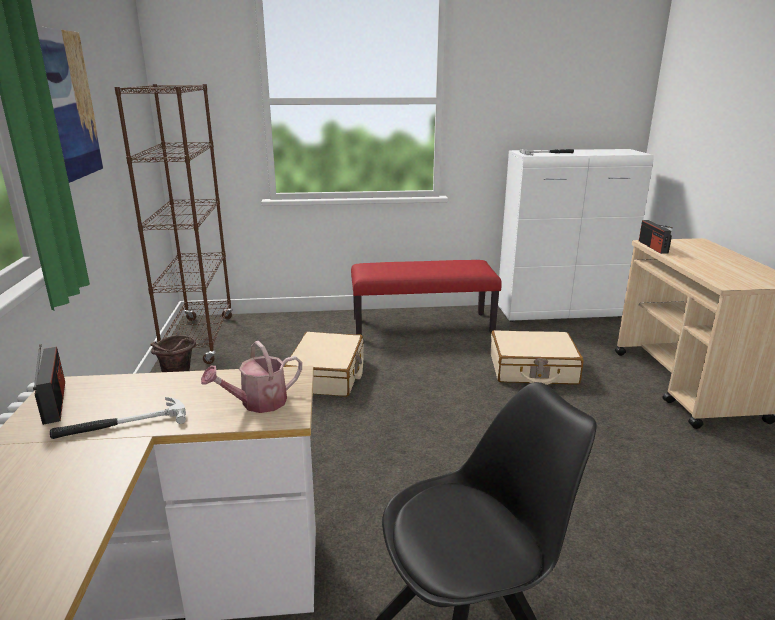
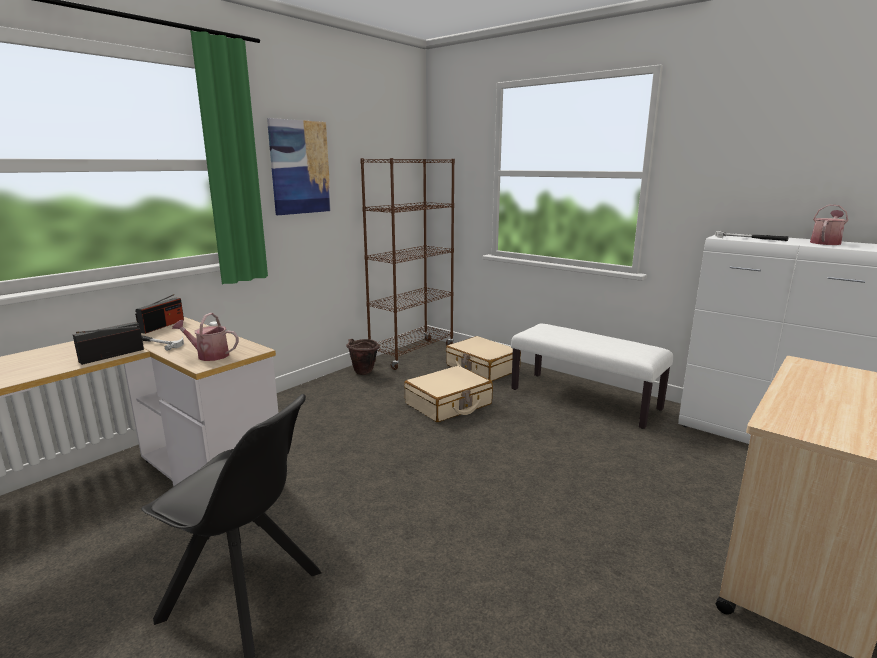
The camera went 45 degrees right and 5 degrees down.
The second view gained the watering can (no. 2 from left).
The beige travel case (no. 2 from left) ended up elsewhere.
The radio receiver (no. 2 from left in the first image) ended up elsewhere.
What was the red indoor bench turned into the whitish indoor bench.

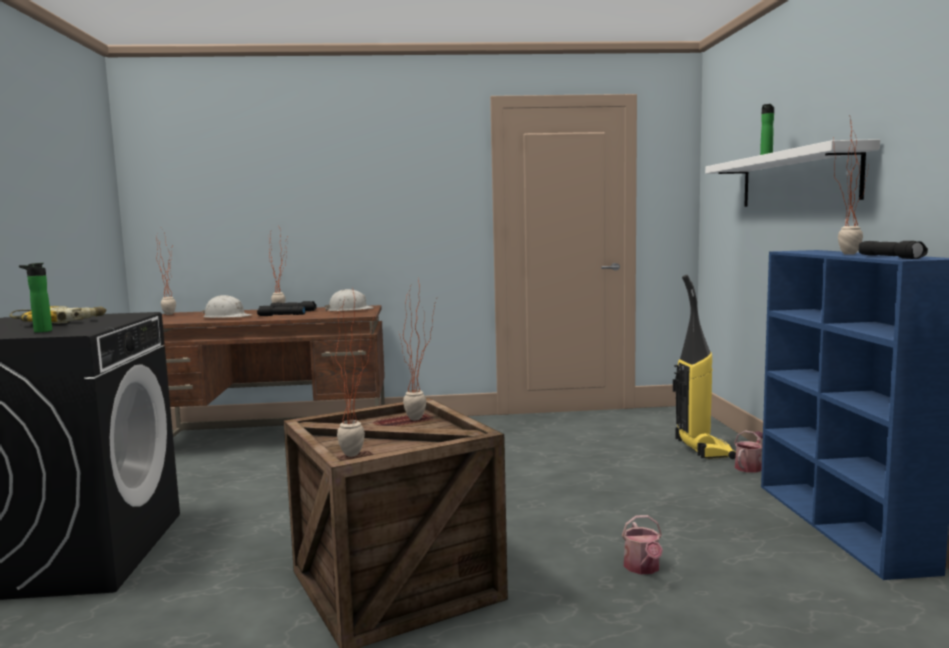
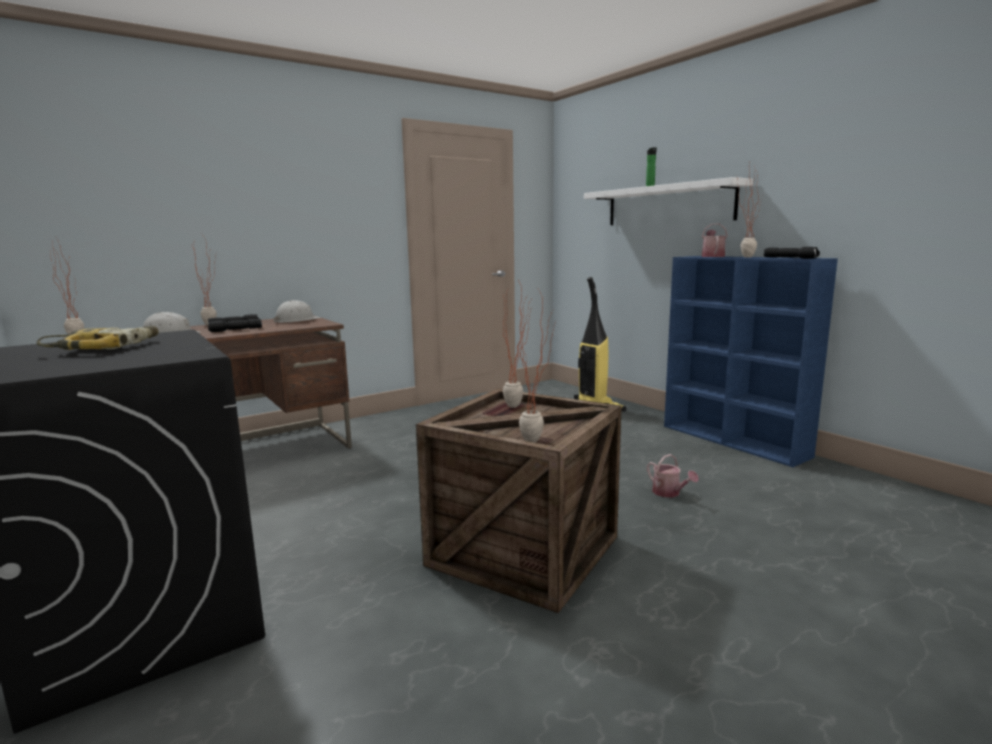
The camera went 30 degrees left and 5 degrees up.
The second view lost the drink bottle (no. 1 from left).
The watering can (no. 2 from left) ended up elsewhere.

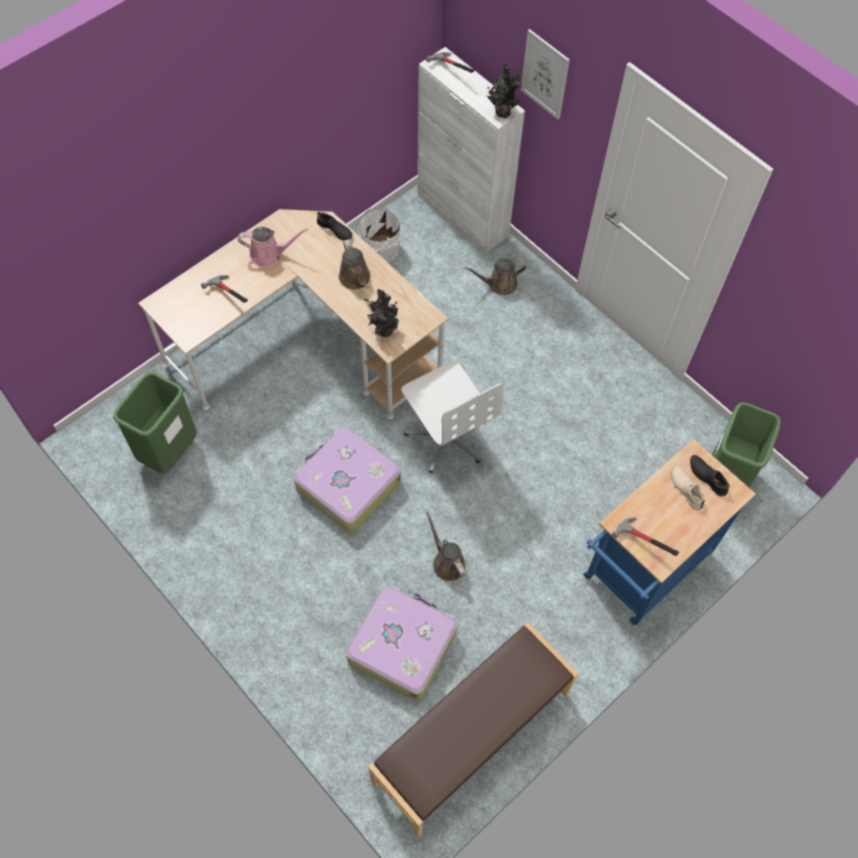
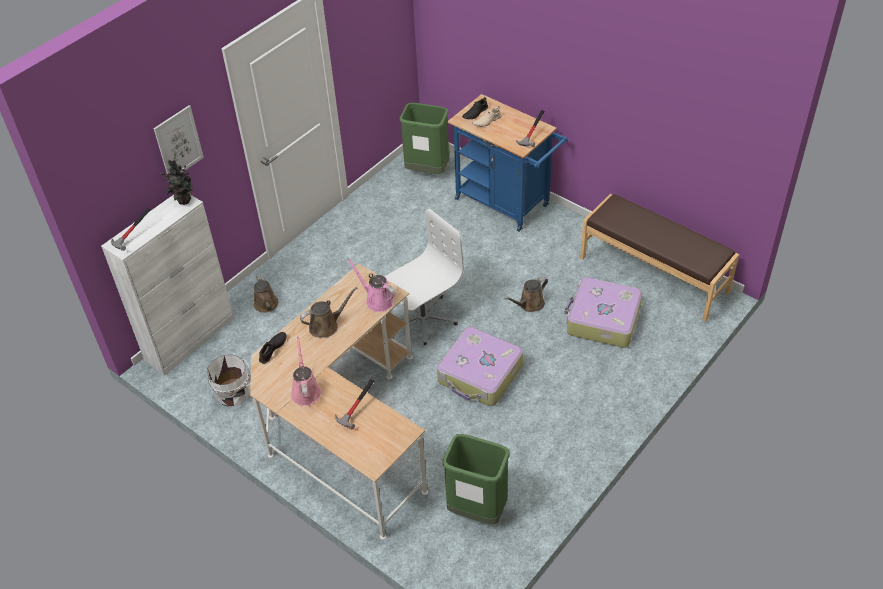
The camera went 95 degrees left and 15 degrees down.
Where the potted plant (no. 1 from left) stood, the pinkish watering can (no. 2 from left) came to stand.

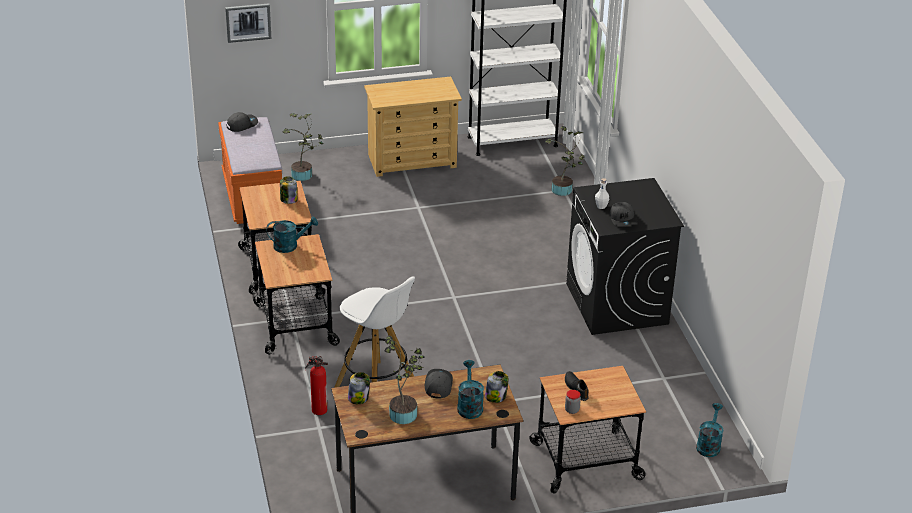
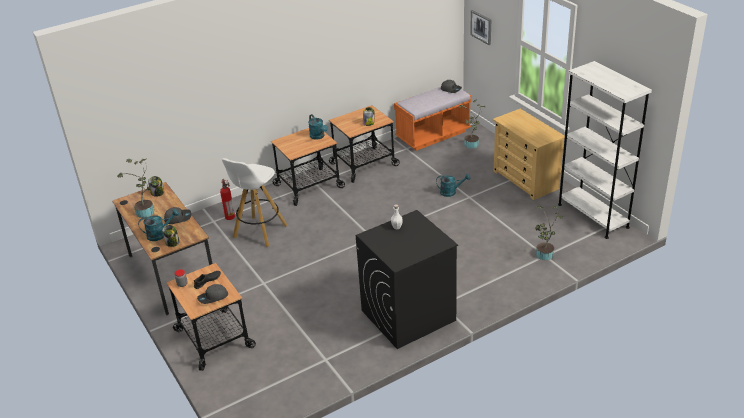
The camera went 75 degrees right and 0 degrees up.
The grey peaked cap (no. 3 from left in the first image) ended up elsewhere.
The turquoise-coloured watering can (no. 3 from left) ended up elsewhere.

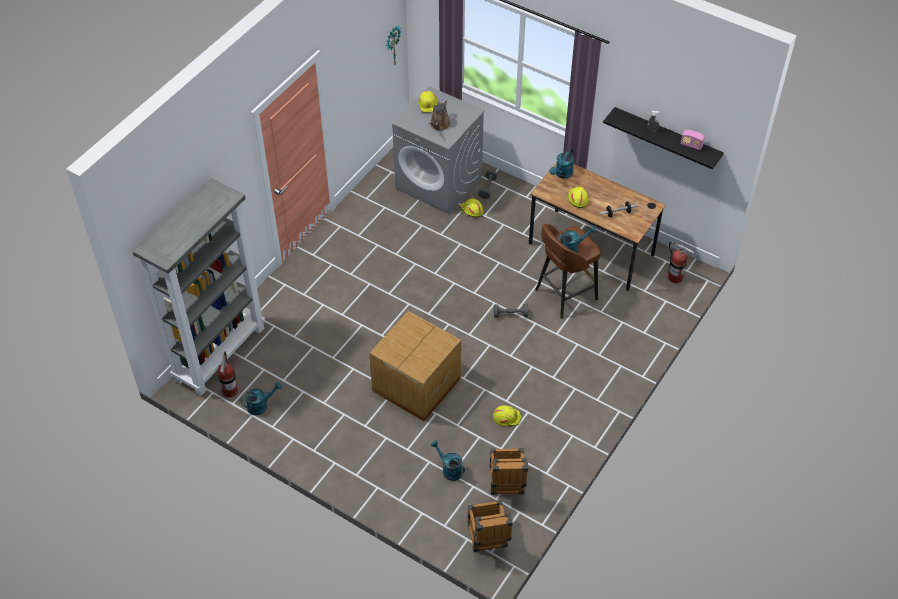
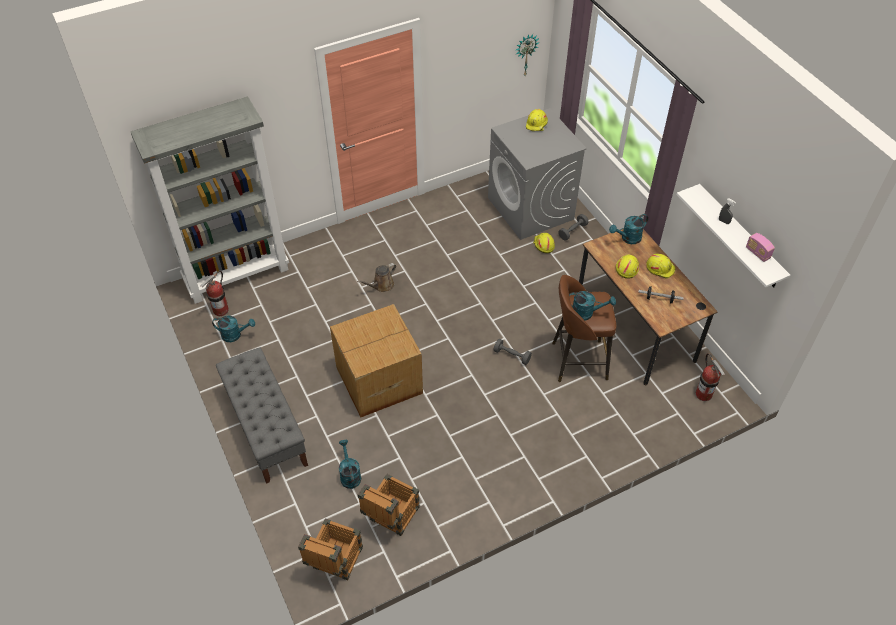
The camera went 30 degrees right and 0 degrees up.
The second view gained the grey indoor bench.
The brown-coloured watering can ended up elsewhere.
The yellow hard hat (no. 3 from left in the first image) ended up elsewhere.
What was the black wall shelf turned into the whitish wall shelf.

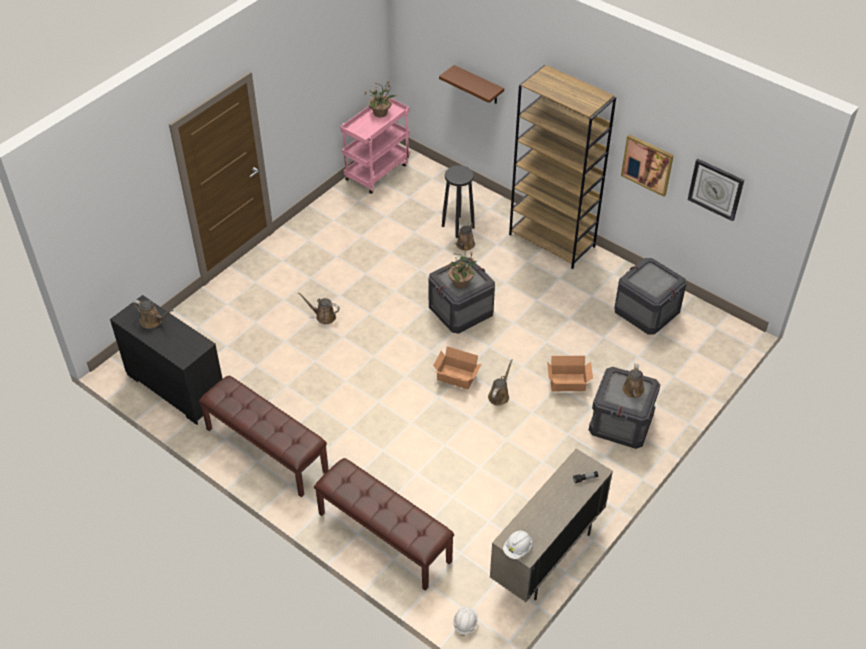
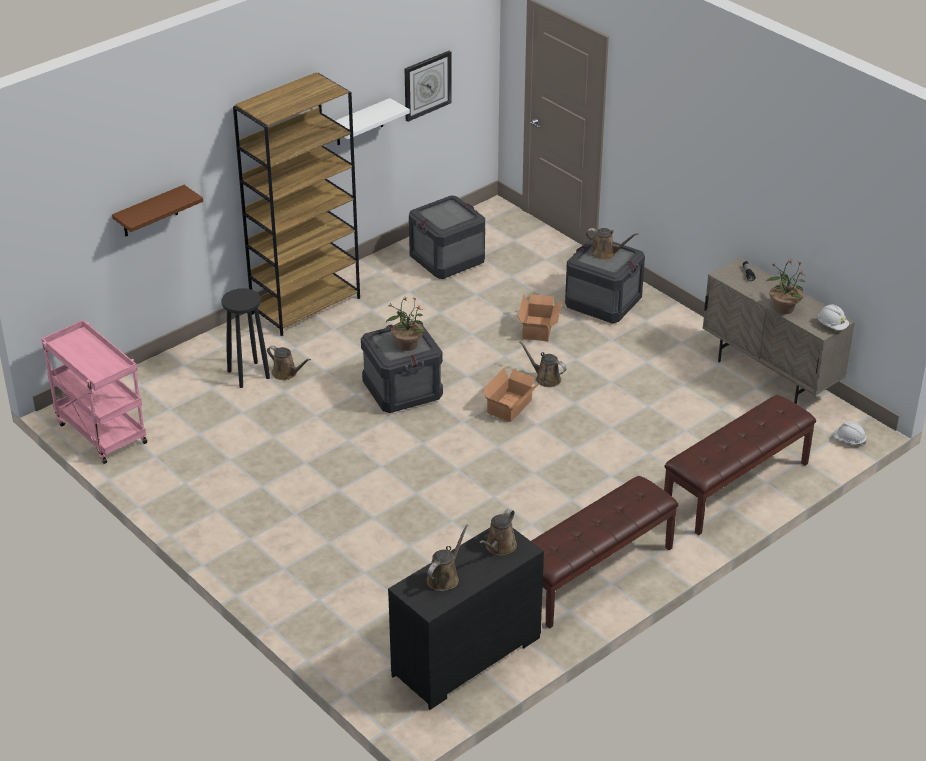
The camera went 80 degrees left and 10 degrees down.
The brown-coloured watering can (no. 2 from left in the first image) ended up elsewhere.
The potted plant (no. 1 from left in the first image) ended up elsewhere.
Where the picture hung, the whitish wall shelf came to hang.

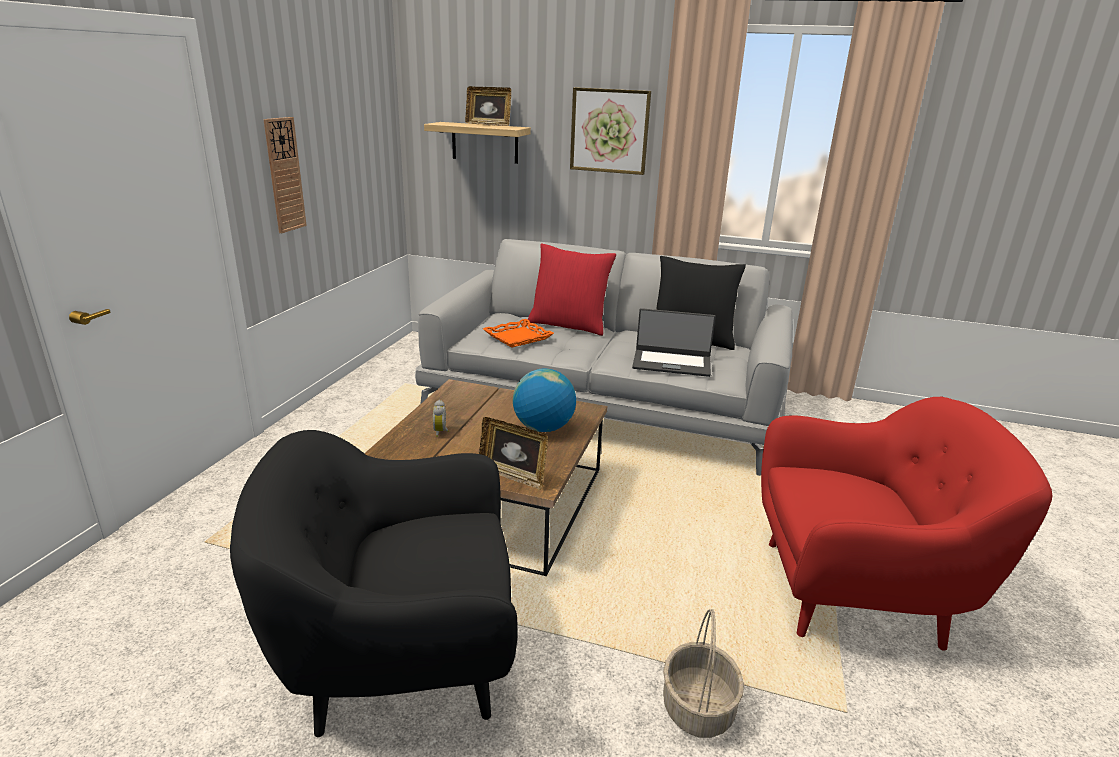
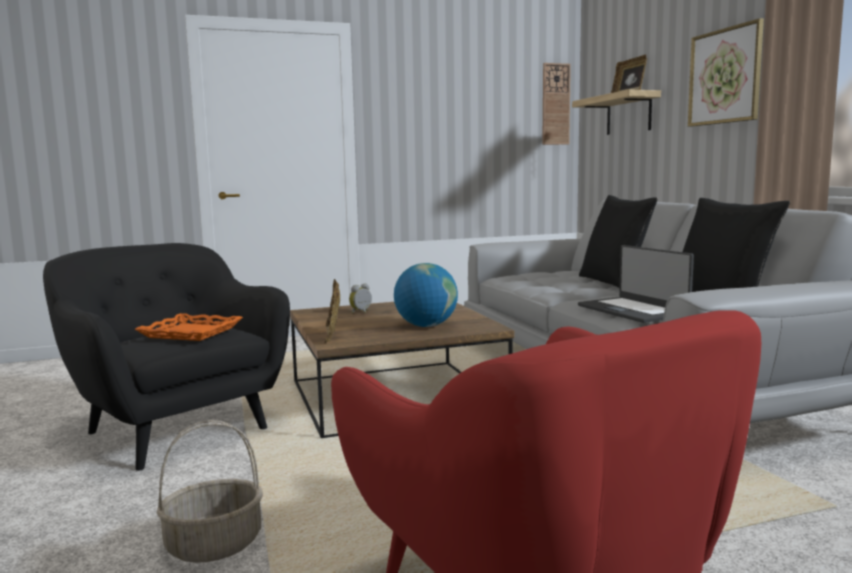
The camera went 55 degrees right and 15 degrees down.
The hanging clock ended up elsewhere.
The orangey tray ended up elsewhere.
What was the red throw pillow turned into the black throw pillow (no. 1 from left).

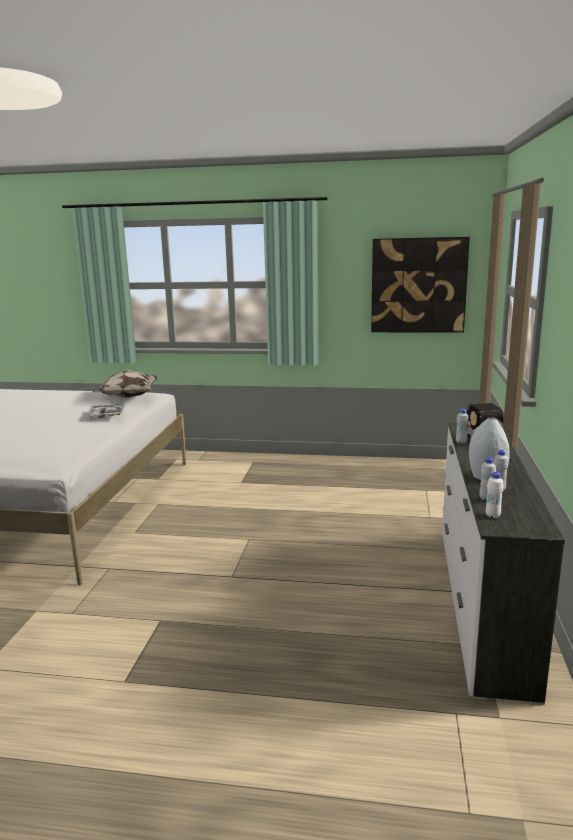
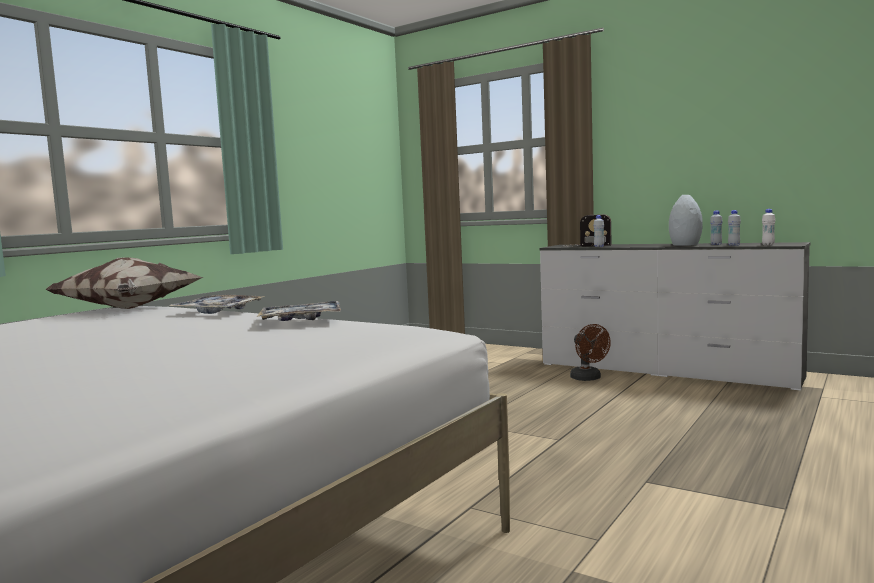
The camera went 65 degrees left and 10 degrees down.
The second view lost the picture.
The second view gained the tray (no. 2 from left).
The second view gained the brown-coloured cooling fan.

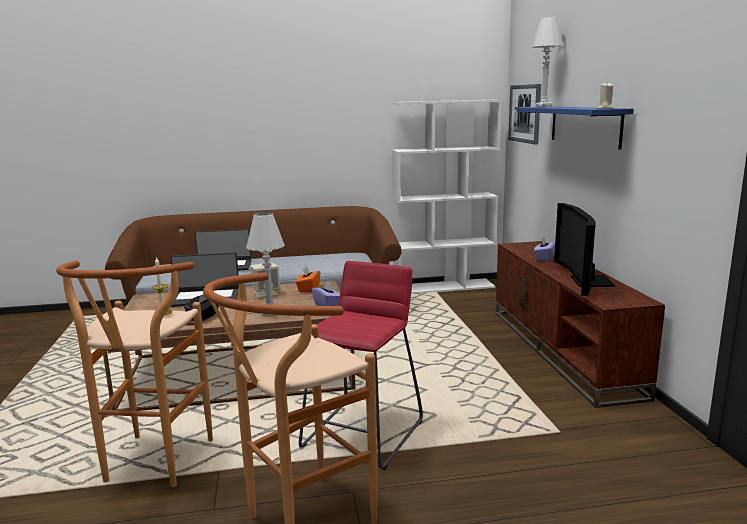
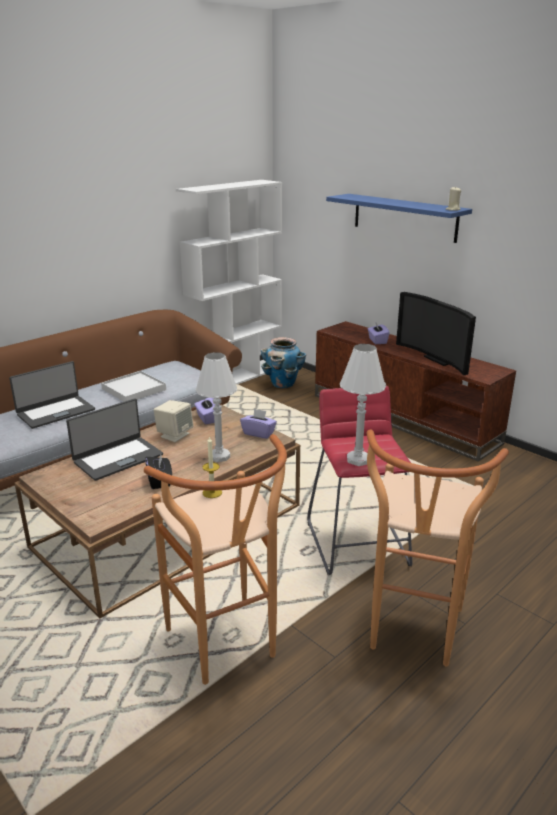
The camera went 35 degrees left and 10 degrees up.
The second view lost the picture.
The second view gained the whitish tray.
The second view gained the plant pot.
The whitish table lamp (no. 2 from left) ended up elsewhere.
What was the orangey tissue holder turned into the purplish tissue holder (no. 1 from left).

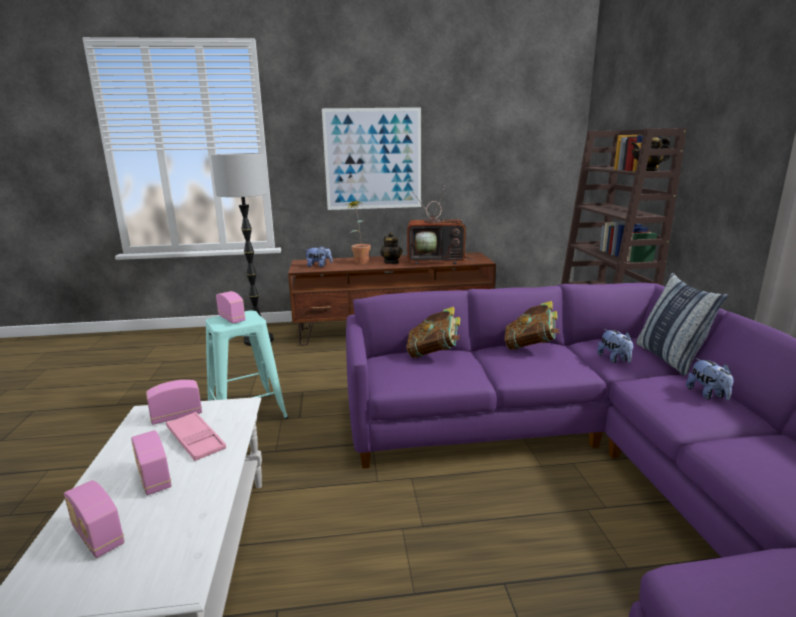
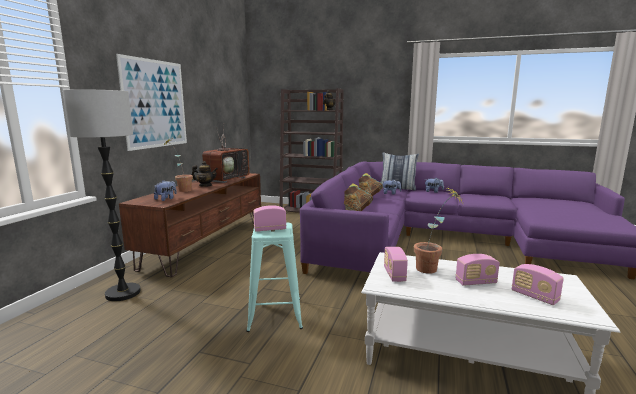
The camera went 65 degrees left and 5 degrees down.
Where the pinkish tray stood, the potted plant (no. 2 from left) came to stand.
The radio receiver (no. 1 from left in the first image) ended up facing another way, 75 degrees clockwise from before.

